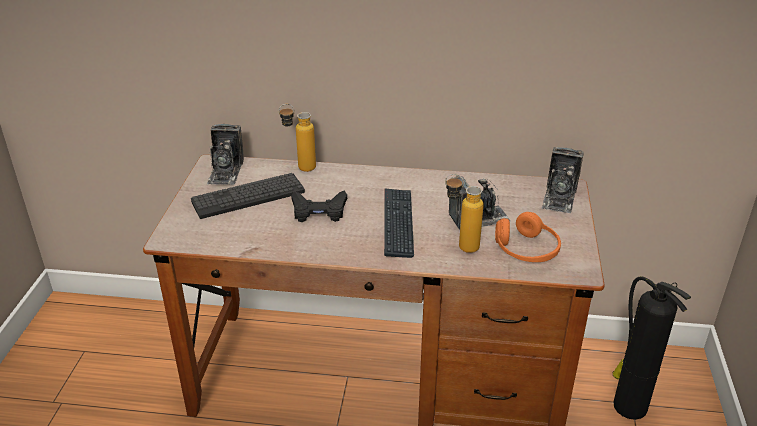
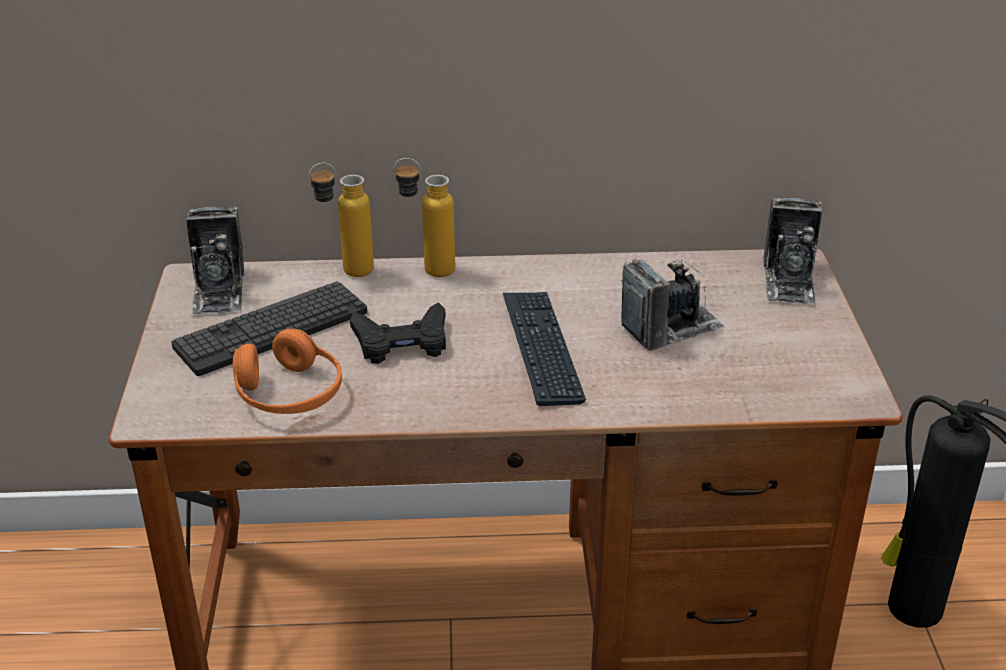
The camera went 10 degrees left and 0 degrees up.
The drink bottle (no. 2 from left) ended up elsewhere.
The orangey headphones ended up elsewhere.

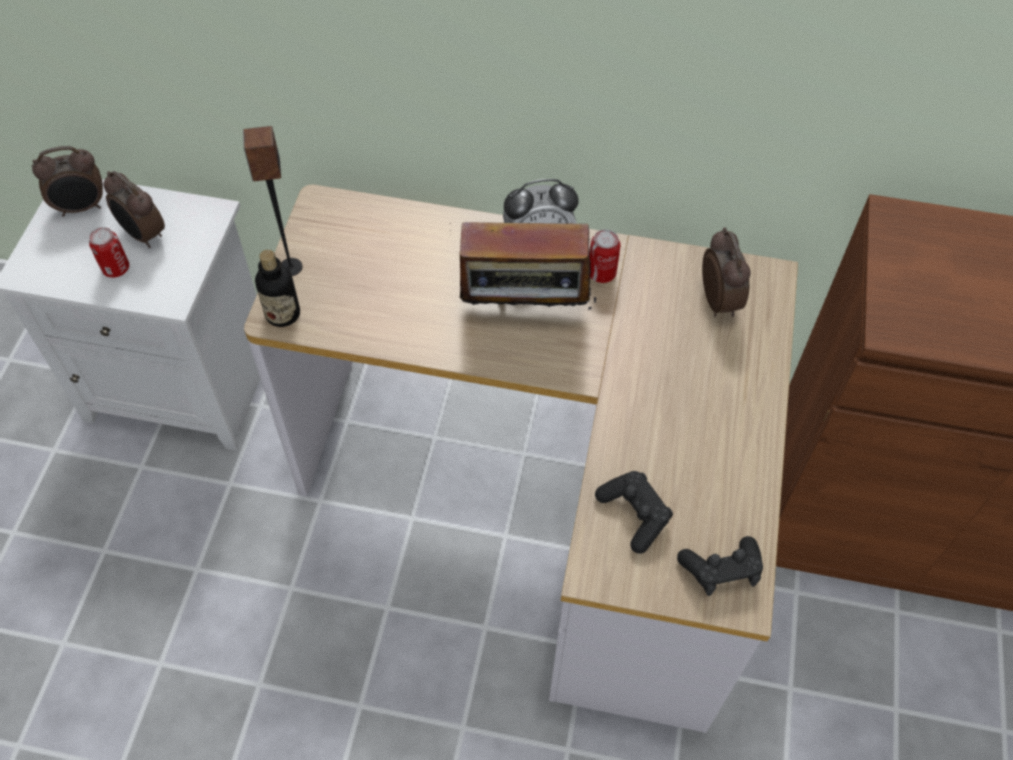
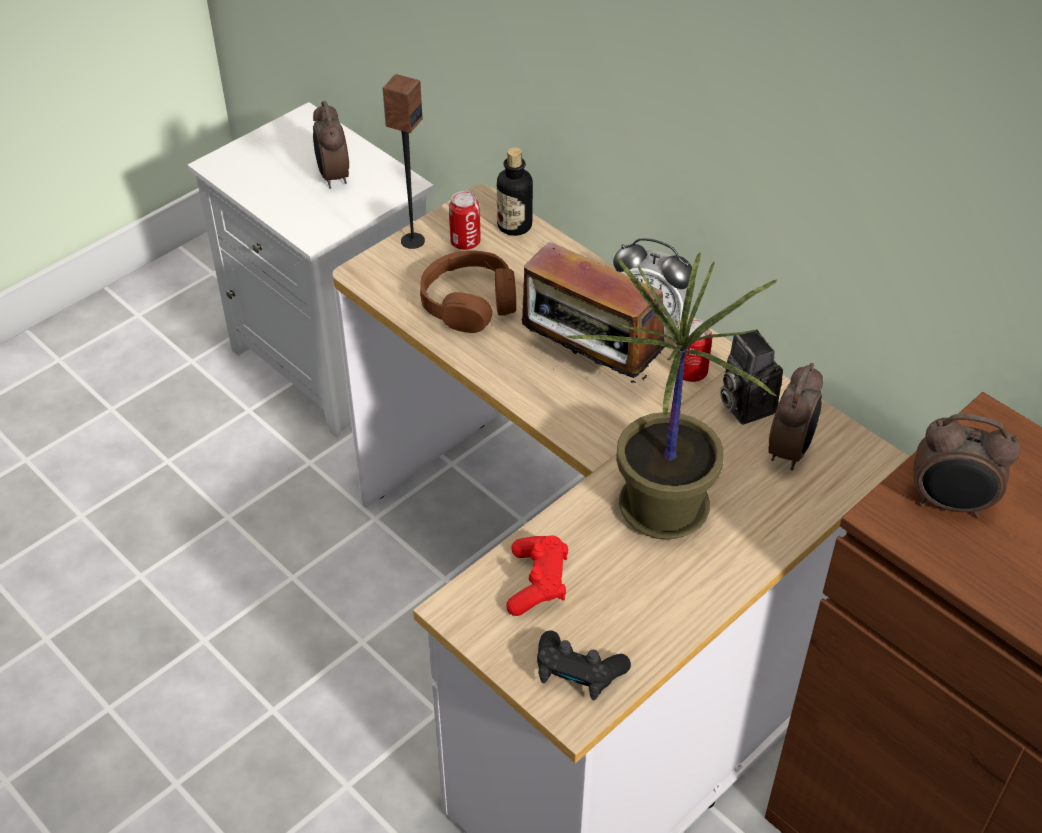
The camera went 35 degrees right and 10 degrees down.
The second view gained the brown-coloured headphones.
The second view gained the potted plant.
The second view gained the still camera.
The table clock (no. 1 from left in the first image) ended up elsewhere.
The sealed can (no. 1 from left) ended up elsewhere.
The drink bottle ended up elsewhere.
What was the black joypad (no. 1 from left) turned into the red joypad.

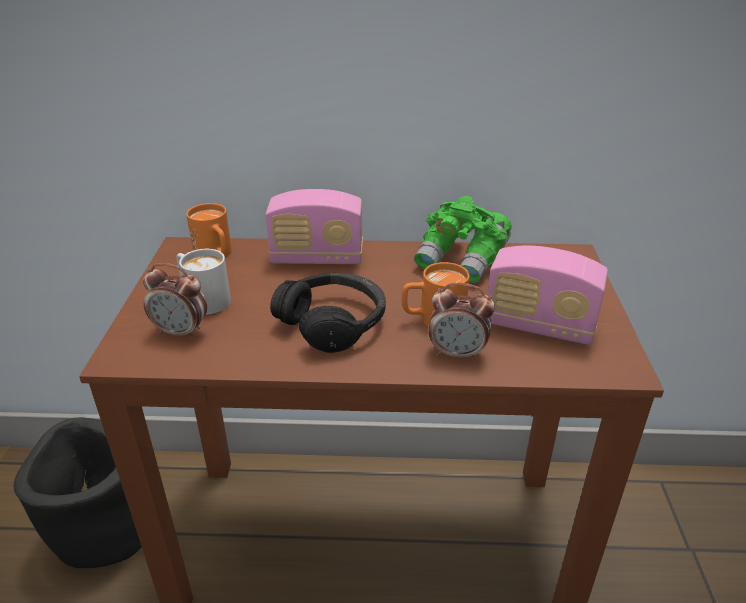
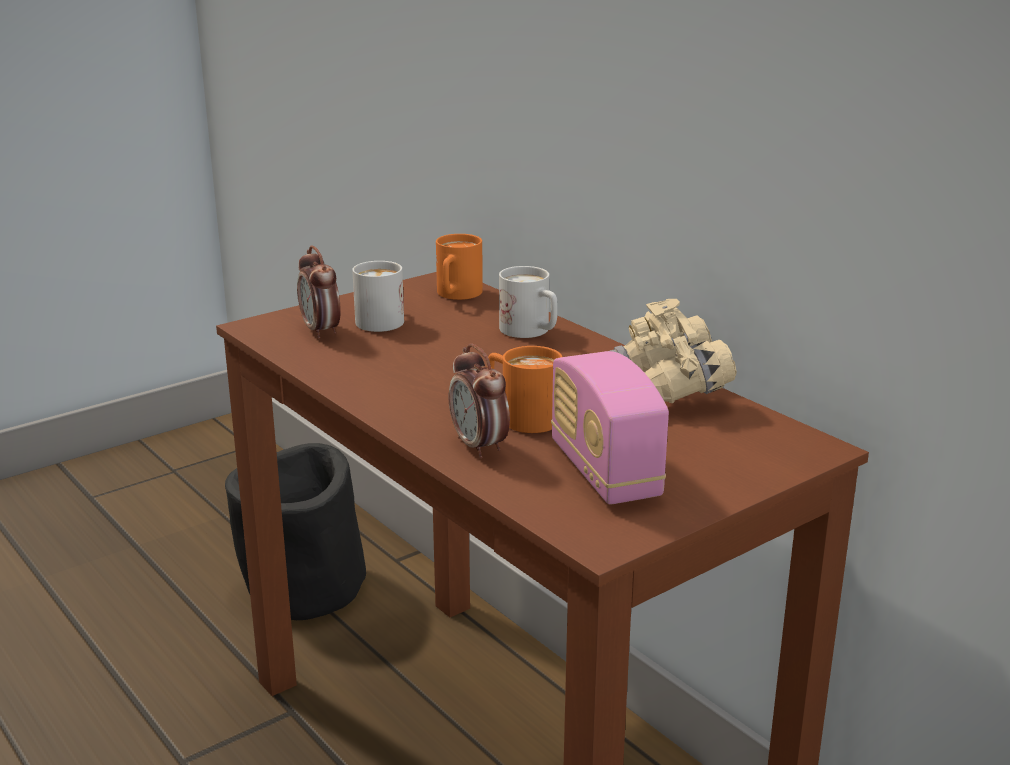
The camera went 50 degrees right and 10 degrees down.
The second view lost the black headphones.
Where the radio receiver (no. 1 from left) stood, the whitish tea mug (no. 2 from left) came to stand.
What was the greenish binoculars turned into the beige binoculars.

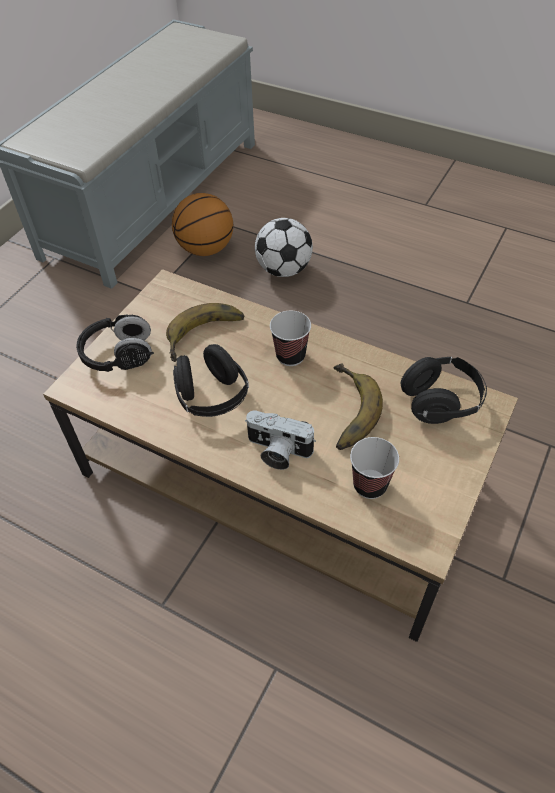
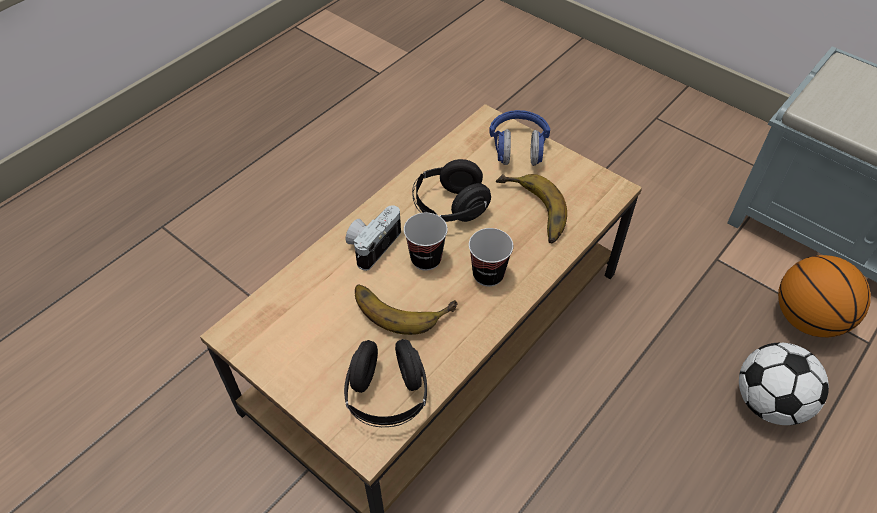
The camera went 100 degrees right and 0 degrees up.
The small cup (no. 2 from left in the first image) ended up elsewhere.
What was the black headphones (no. 1 from left) turned into the bluish headphones.

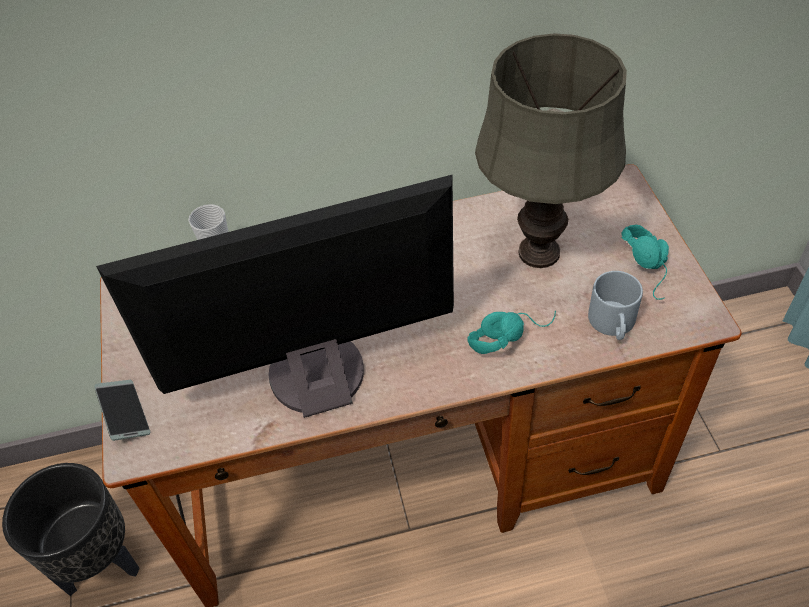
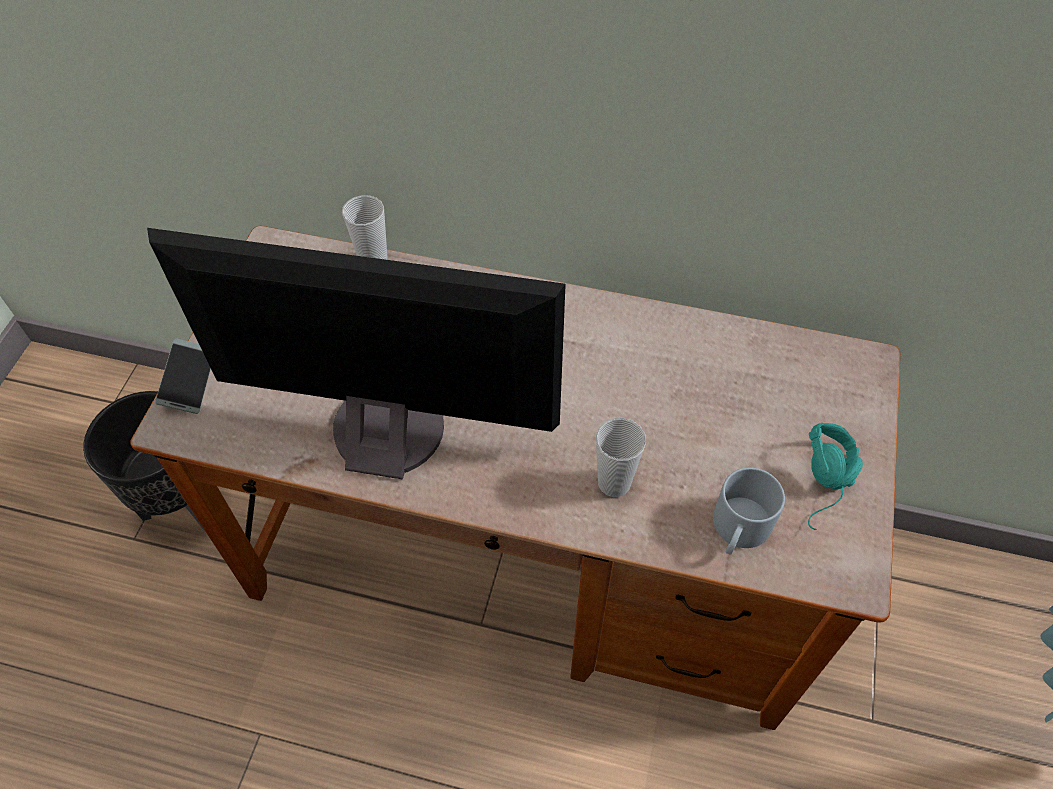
The camera went 25 degrees right and 5 degrees up.
The second view lost the grey table lamp.
Where the turquoise-coloured headphones (no. 1 from left) stood, the small cup (no. 2 from left) came to stand.

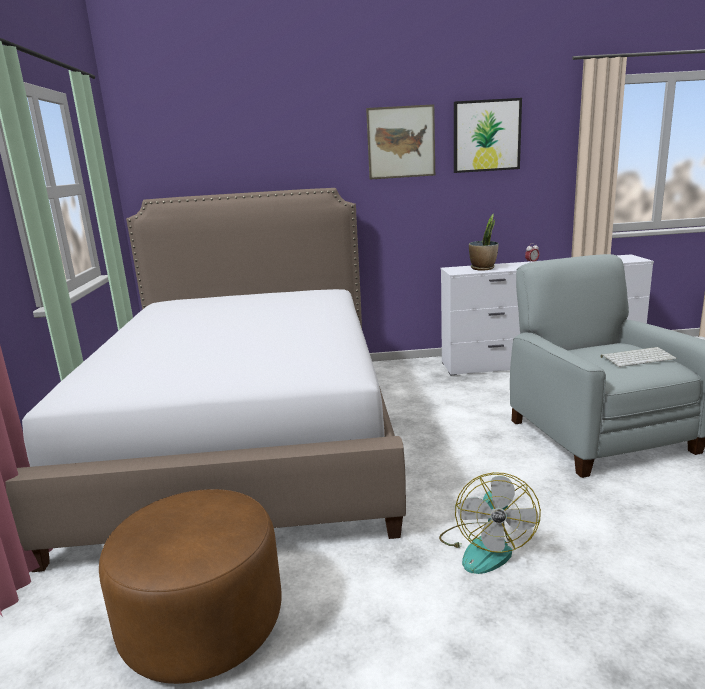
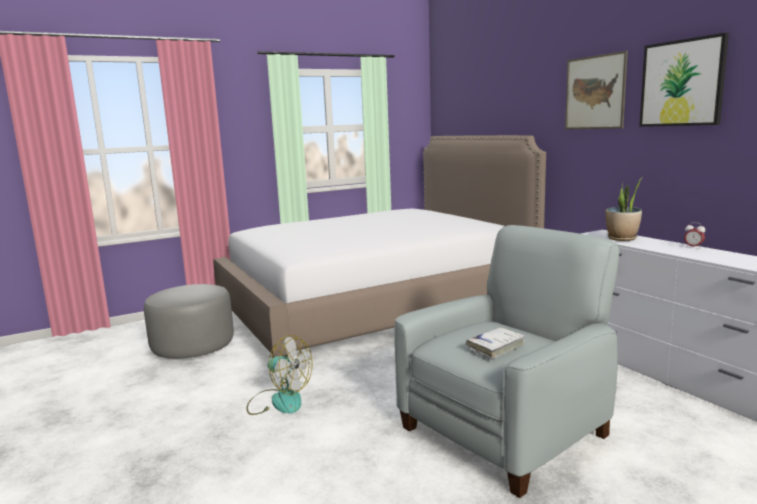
The camera went 65 degrees right and 5 degrees down.
Where the keyboard stood, the whitish book came to stand.
What was the brown-coloured pouffe turned into the grey pouffe.
The cooling fan ended up facing another way, 135 degrees counterclockwise from before.

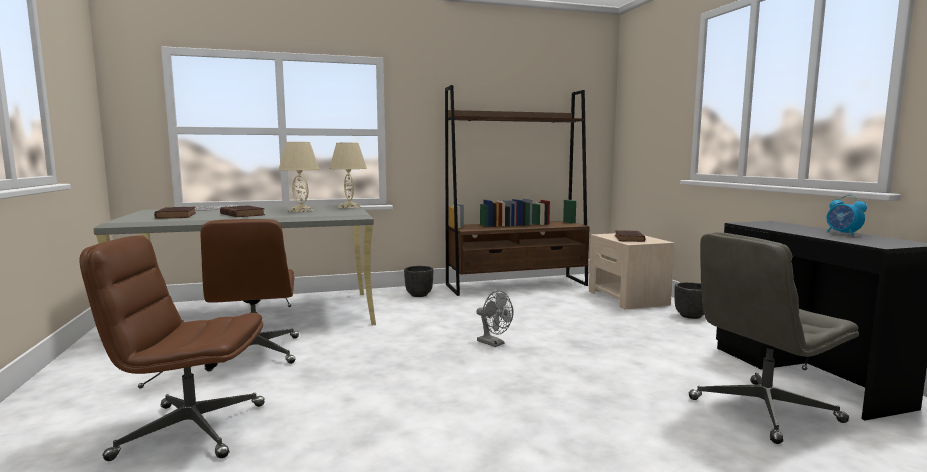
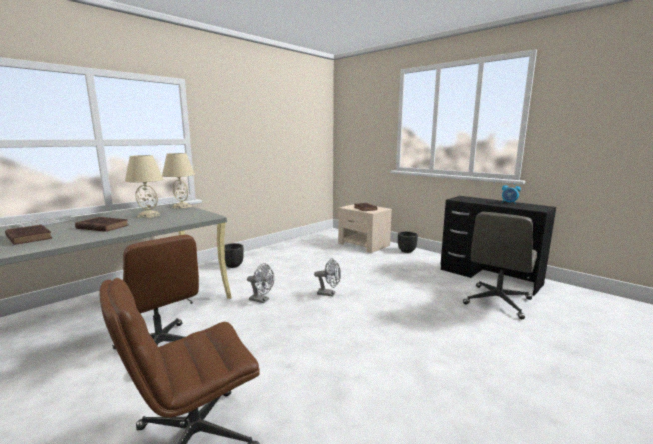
The camera went 30 degrees left and 5 degrees up.
The second view lost the brown-coloured bookcase.
The second view gained the grey cooling fan (no. 1 from left).

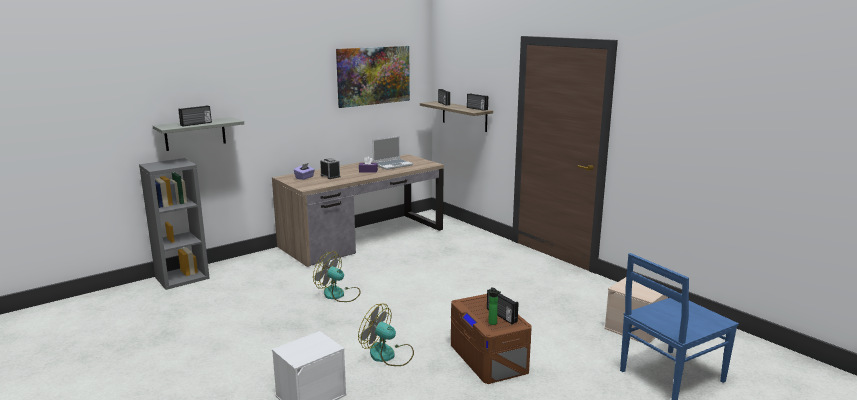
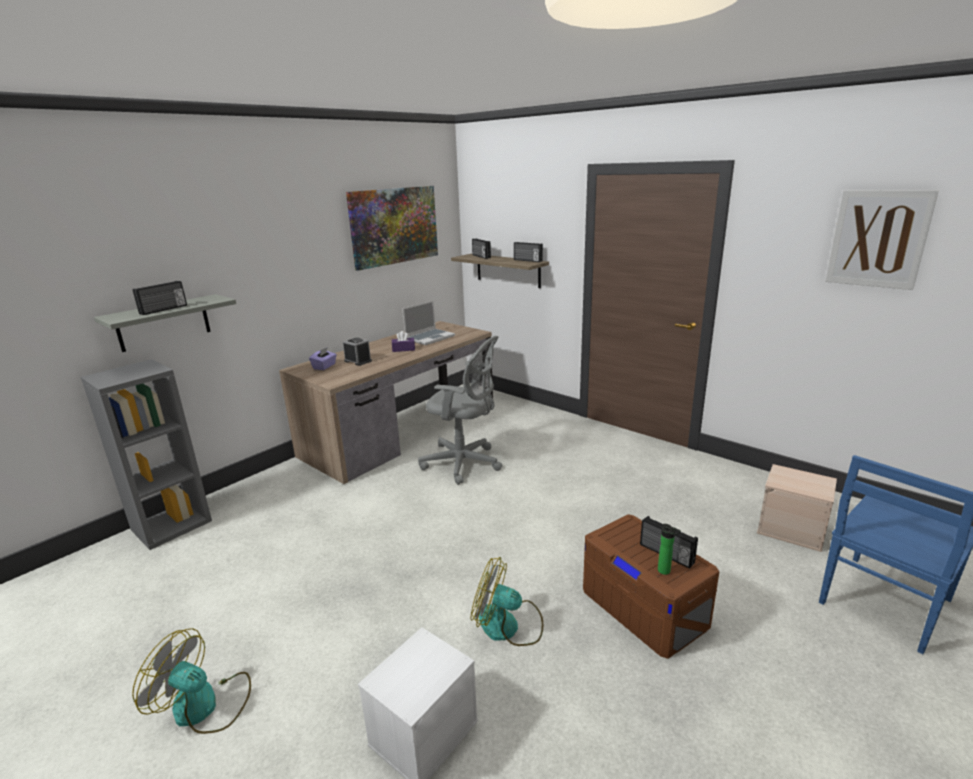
The camera went 10 degrees left and 5 degrees up.
The second view gained the grey desk chair.
The second view gained the picture (no. 2 from left).
The cooling fan (no. 1 from left) ended up elsewhere.

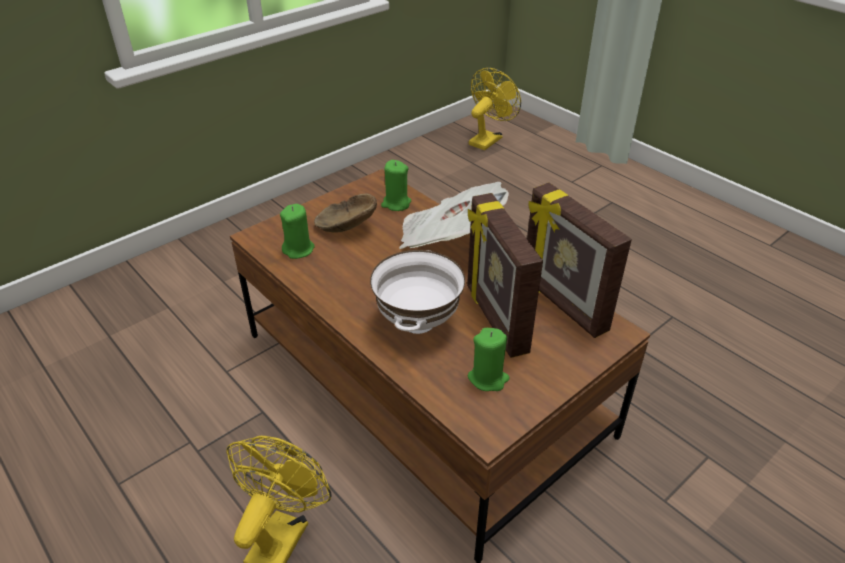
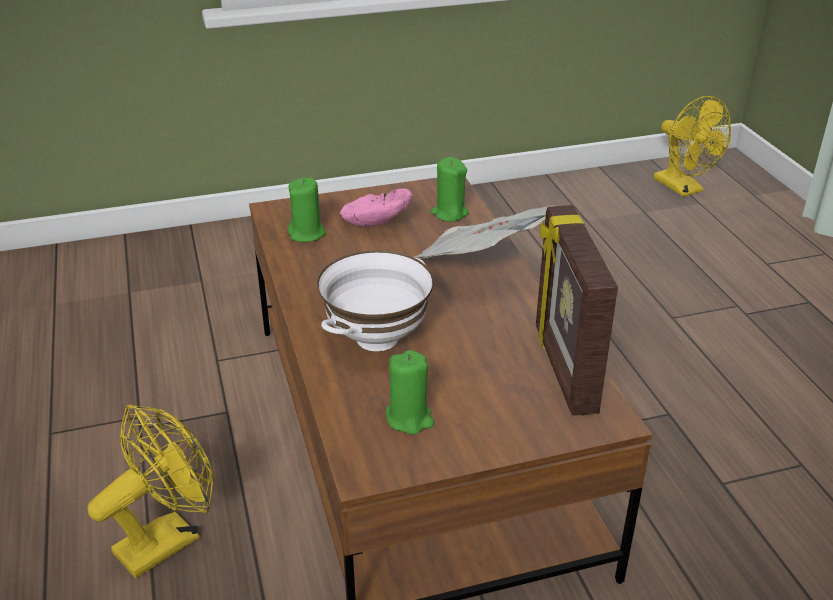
The camera went 25 degrees right and 5 degrees down.
The second view lost the standing frame (no. 1 from left).
What was the brown-coloured deep dish turned into the pinkish deep dish.
The yellow cooling fan (no. 2 from left) ended up facing another way, 90 degrees clockwise from before.

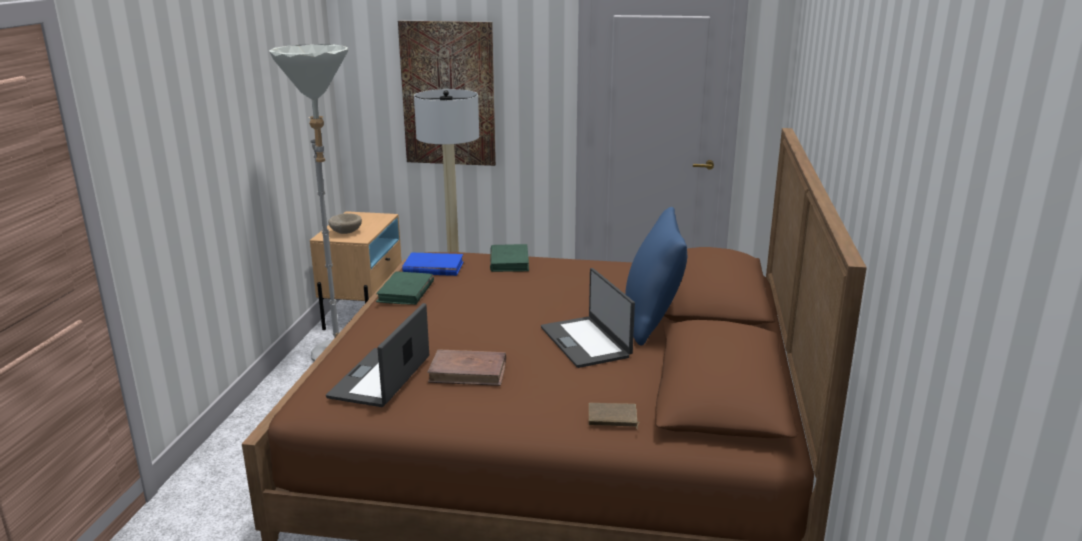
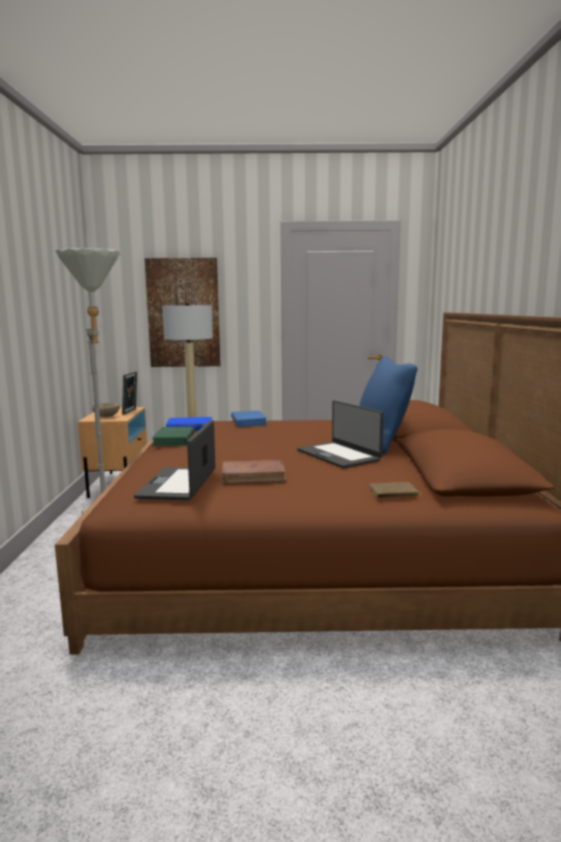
The camera went 10 degrees left and 10 degrees down.
The second view gained the standing frame.
What was the greenish book (no. 2 from left) turned into the bluish book (no. 2 from left).

